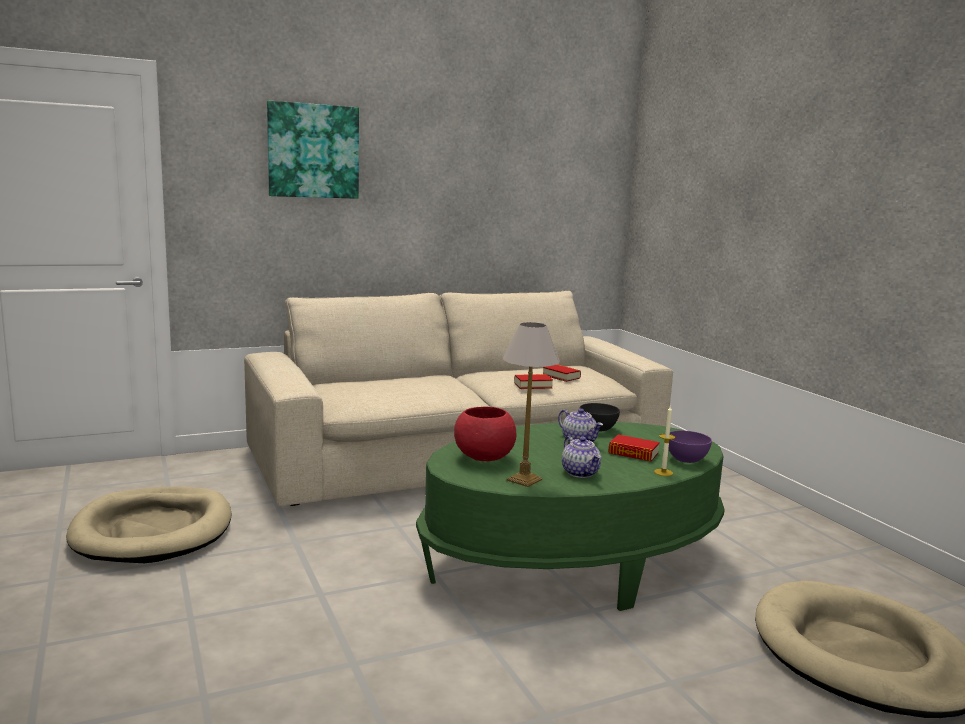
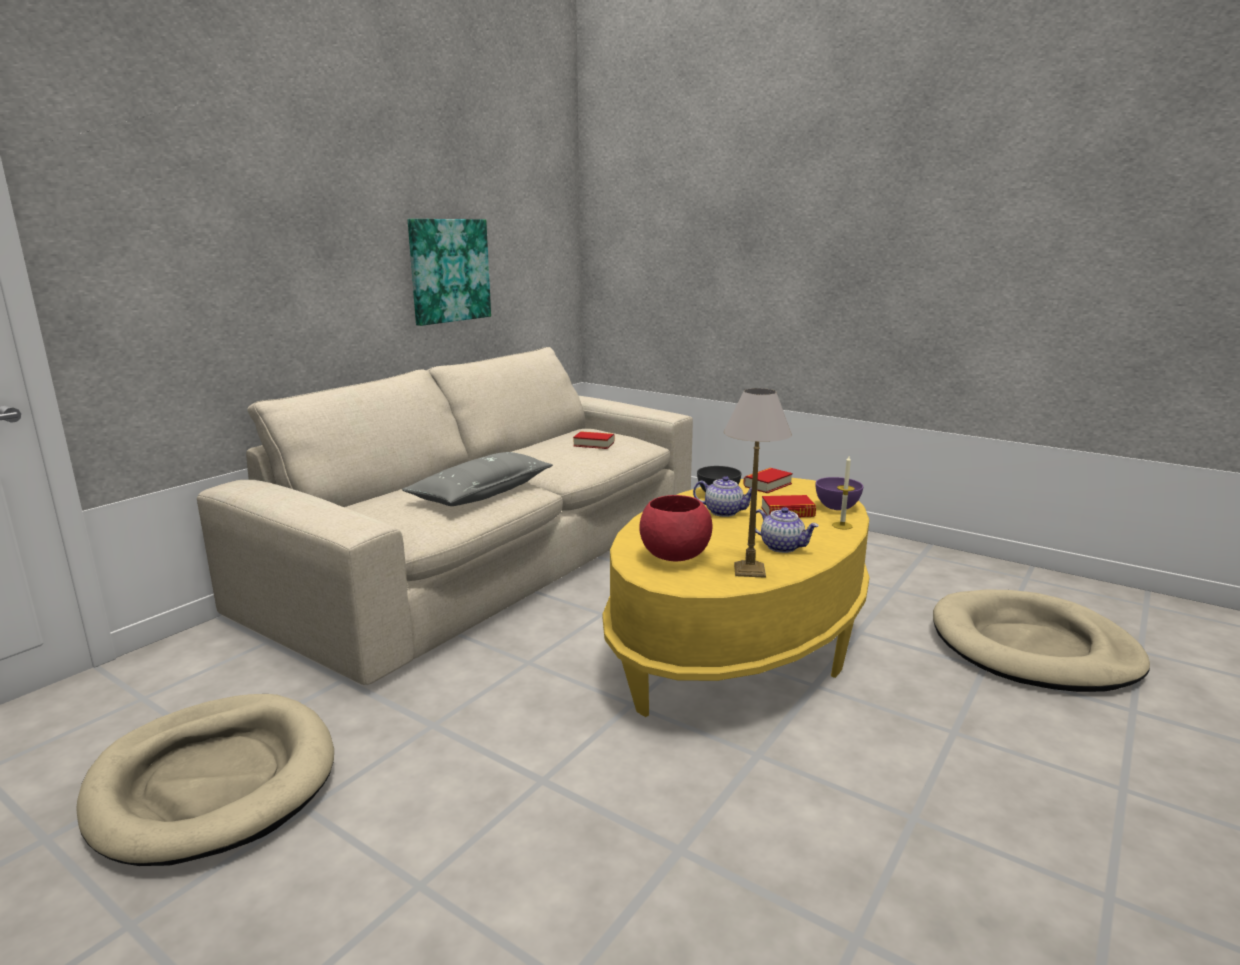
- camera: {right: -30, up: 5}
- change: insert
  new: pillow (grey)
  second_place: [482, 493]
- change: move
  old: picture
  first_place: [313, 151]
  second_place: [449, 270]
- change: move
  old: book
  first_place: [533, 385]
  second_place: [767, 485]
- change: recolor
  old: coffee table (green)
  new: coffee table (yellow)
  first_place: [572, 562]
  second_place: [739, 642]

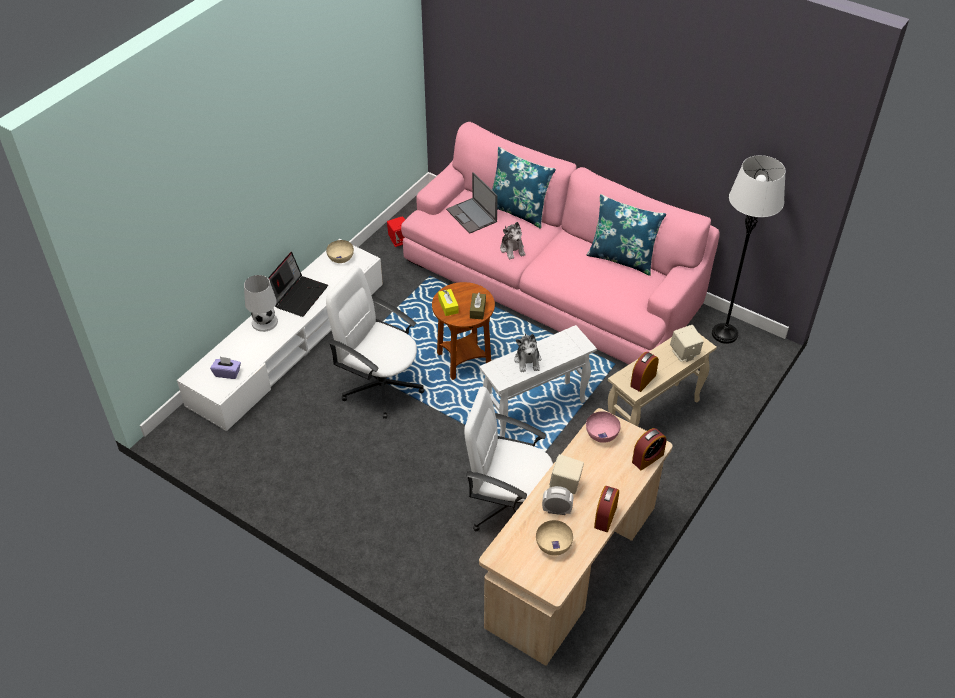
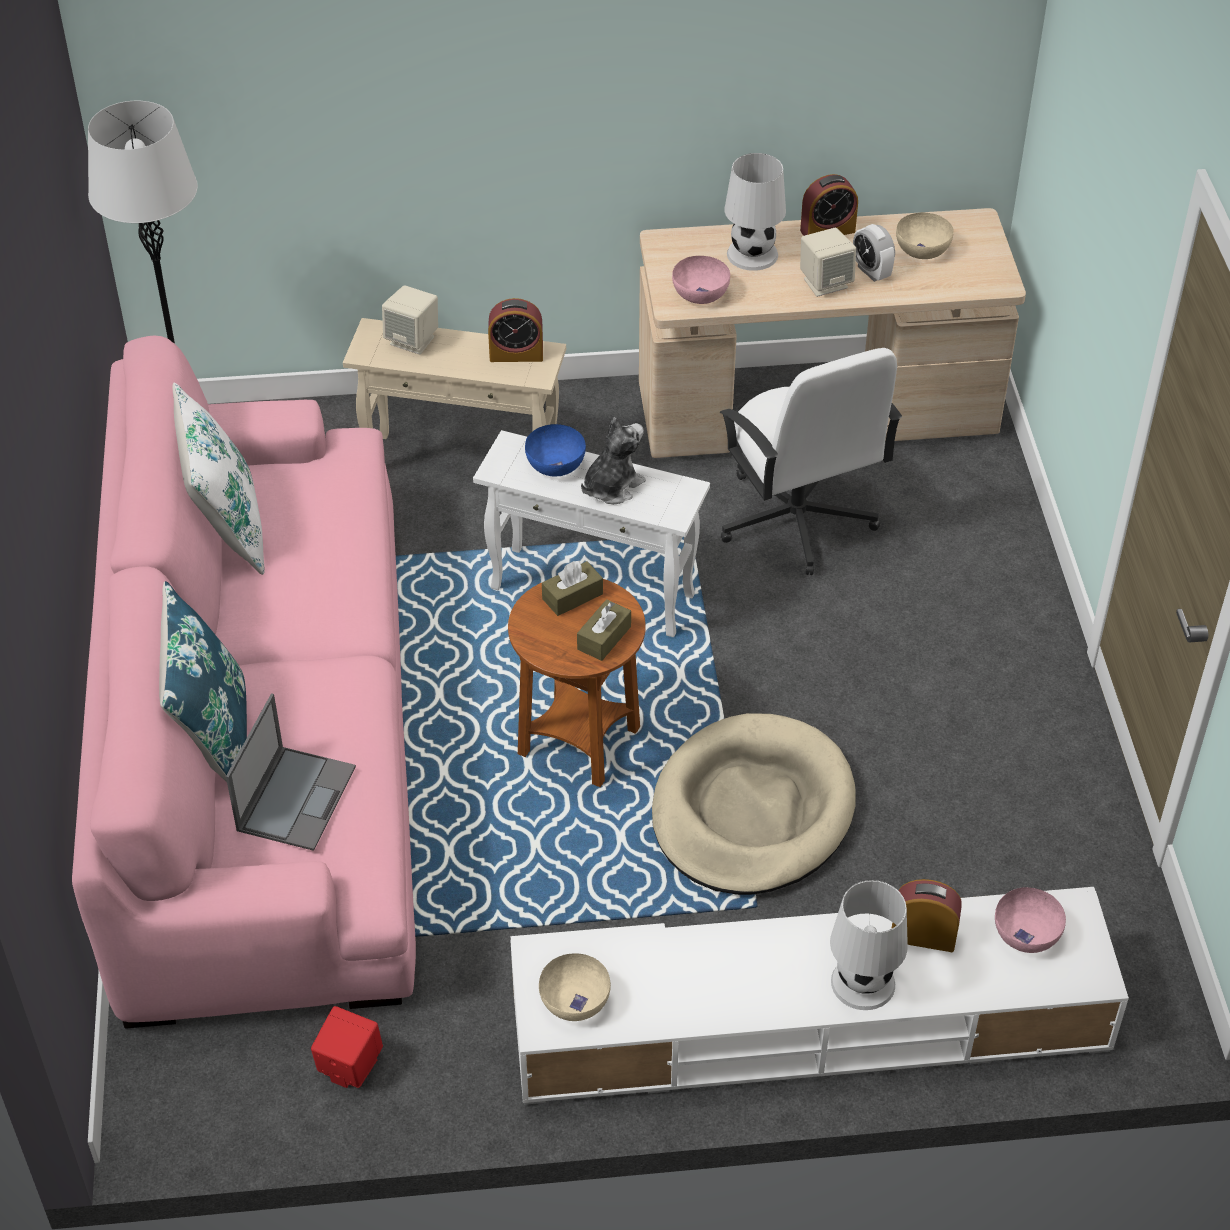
- camera: {right: -130, up: 0}
- change: delete
  old: laptop
  first_place: [298, 295]
- change: delete
  old: plush toy
  first_place: [512, 249]
- change: insert
  new: bowl (blue)
  second_place: [556, 464]
- change: insert
  new: table lamp (white)
  second_place: [753, 254]
- change: move
  old: alarm clock
  first_place: [647, 458]
  second_place: [923, 935]
- change: replace
  old: tissue box (purple)
  new: bowl (pink)
  first_place: [227, 373]
  second_place: [1027, 934]
- change: replace
  old: office chair (white)
  new: dog bed (beige)
  first_place: [381, 385]
  second_place: [752, 811]
- change: recolor
  old: tissue box (yellow)
  new: tissue box (brown)
  first_place: [448, 306]
  second_place: [604, 638]
- change: recolor
  old: pillow (blue)
  new: pillow (white)
  first_place: [622, 258]
  second_place: [227, 528]

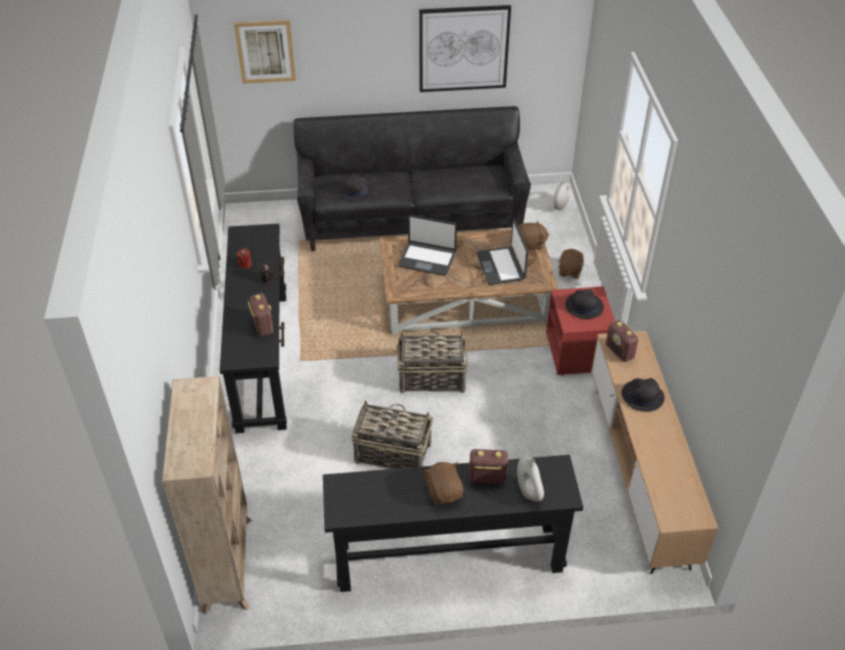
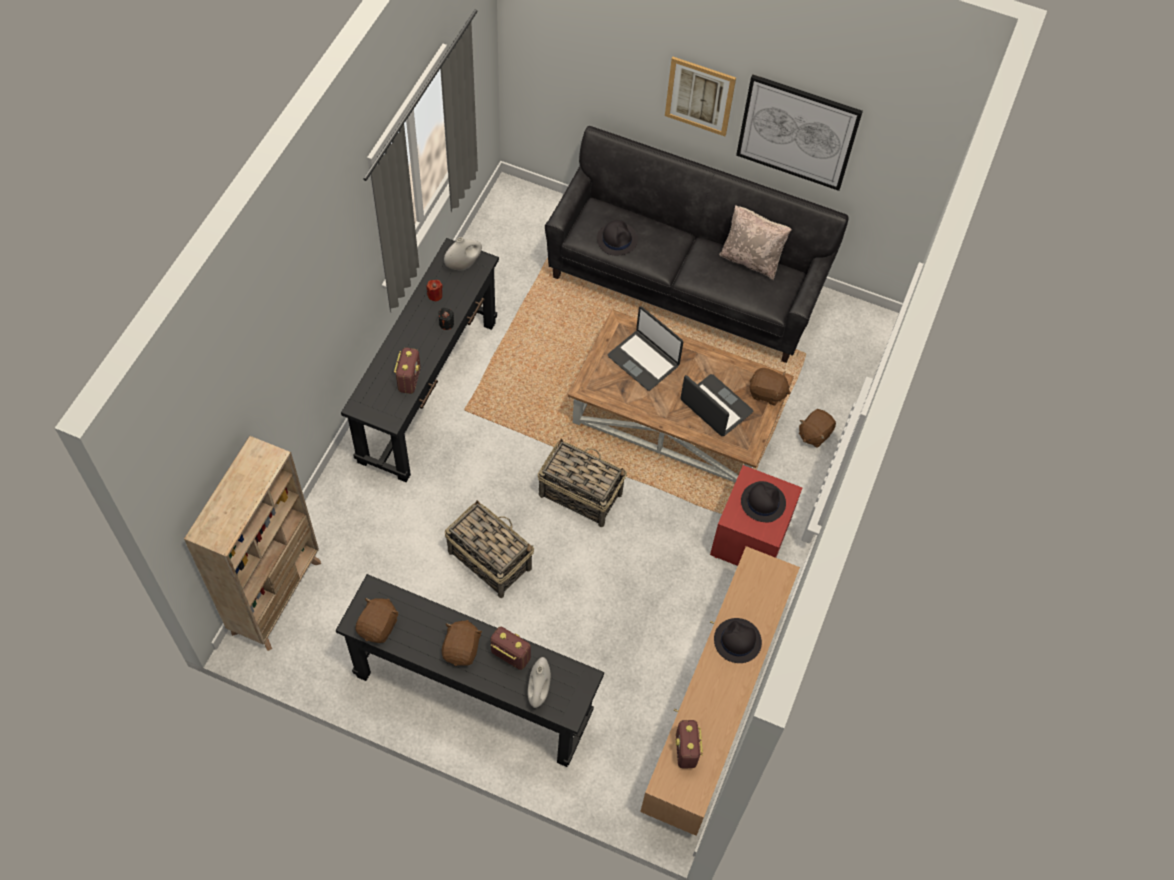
- camera: {right: 25, up: 15}
- change: insert
  new: plush toy (brown)
  second_place: [378, 626]
- change: insert
  new: pillow (beige)
  second_place: [751, 259]
- change: move
  old: picture
  first_place: [265, 51]
  second_place: [699, 96]
- change: move
  old: vase (white)
  first_place: [560, 206]
  second_place: [463, 264]
- change: move
  old: radio
  first_place: [620, 352]
  second_place: [686, 751]
- change: rotate
  old: laptop
  first_place: [501, 266]
  second_place: [715, 407]
  degrees: 120

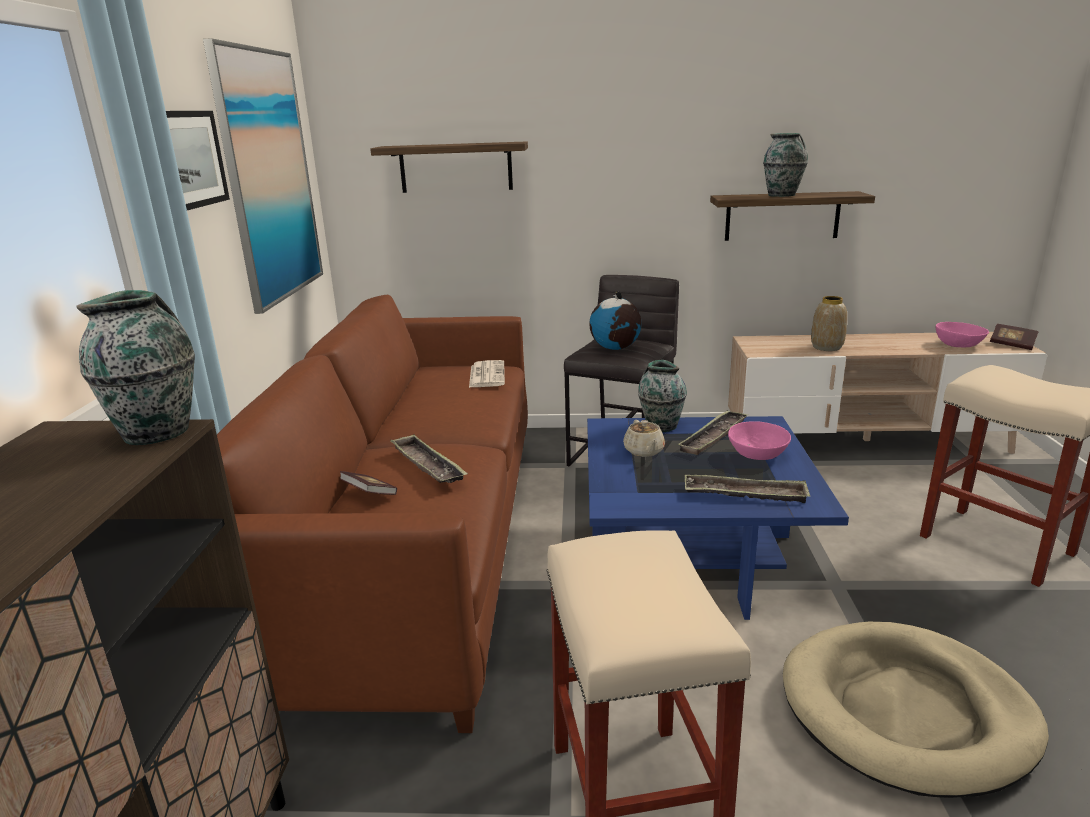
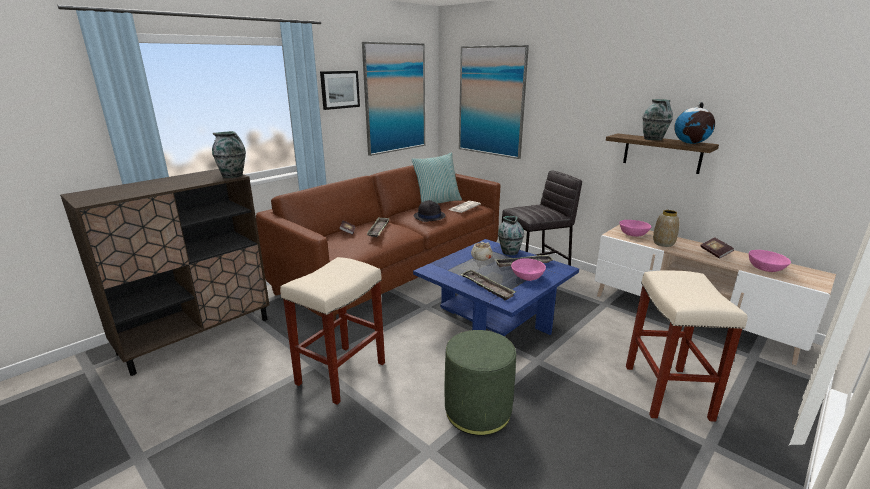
- camera: {right: 40, up: 0}
- change: insert
  new: pillow
  second_place: [437, 202]
- change: insert
  new: hat (black)
  second_place: [429, 216]
- change: insert
  new: bowl (pink)
  second_place: [633, 234]
- change: move
  old: globe
  first_place: [615, 348]
  second_place: [690, 143]
- change: move
  old: book
  first_place: [1012, 345]
  second_place: [715, 253]
- change: replace
  old: shelf
  new: picture
  first_place: [456, 167]
  second_place: [491, 101]
- change: replace
  old: dog bed (beige)
  new: ottoman (green)
  first_place: [906, 711]
  second_place: [478, 411]

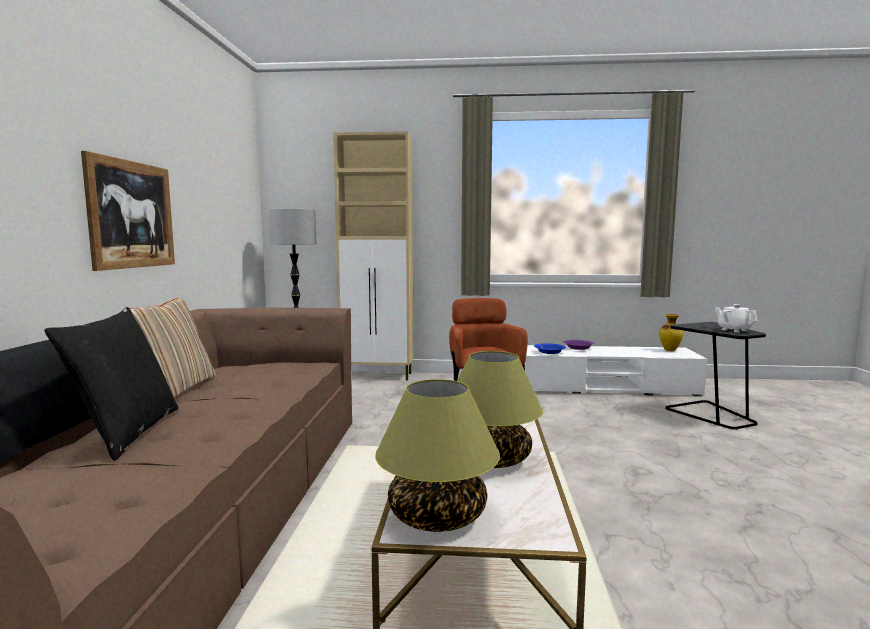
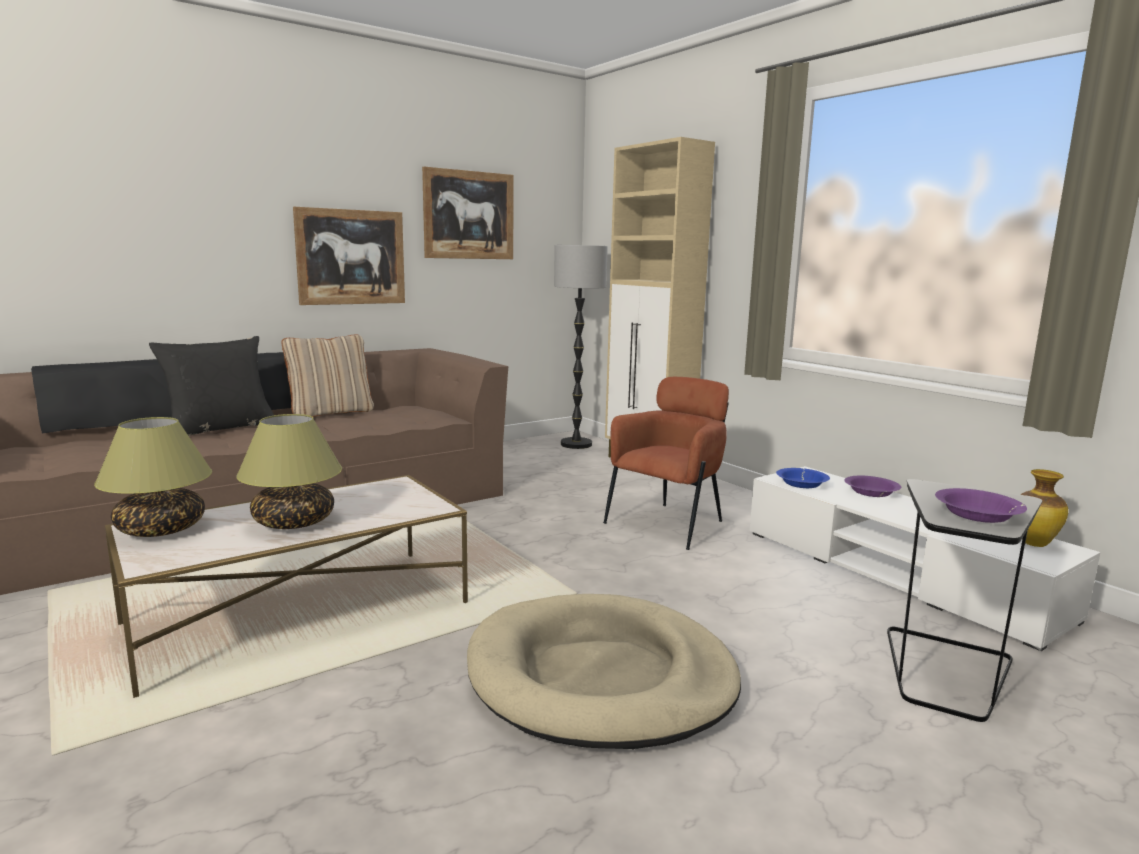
- camera: {right: 50, up: 5}
- change: insert
  new: picture
  second_place: [469, 215]
- change: insert
  new: dog bed (beige)
  second_place: [601, 677]
- change: replace
  old: teapot (white)
  new: bowl (purple)
  first_place: [734, 330]
  second_place: [977, 515]

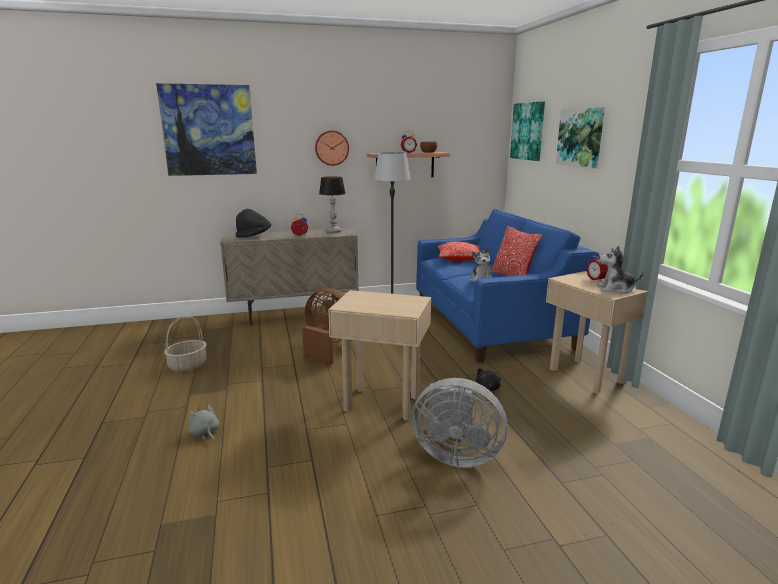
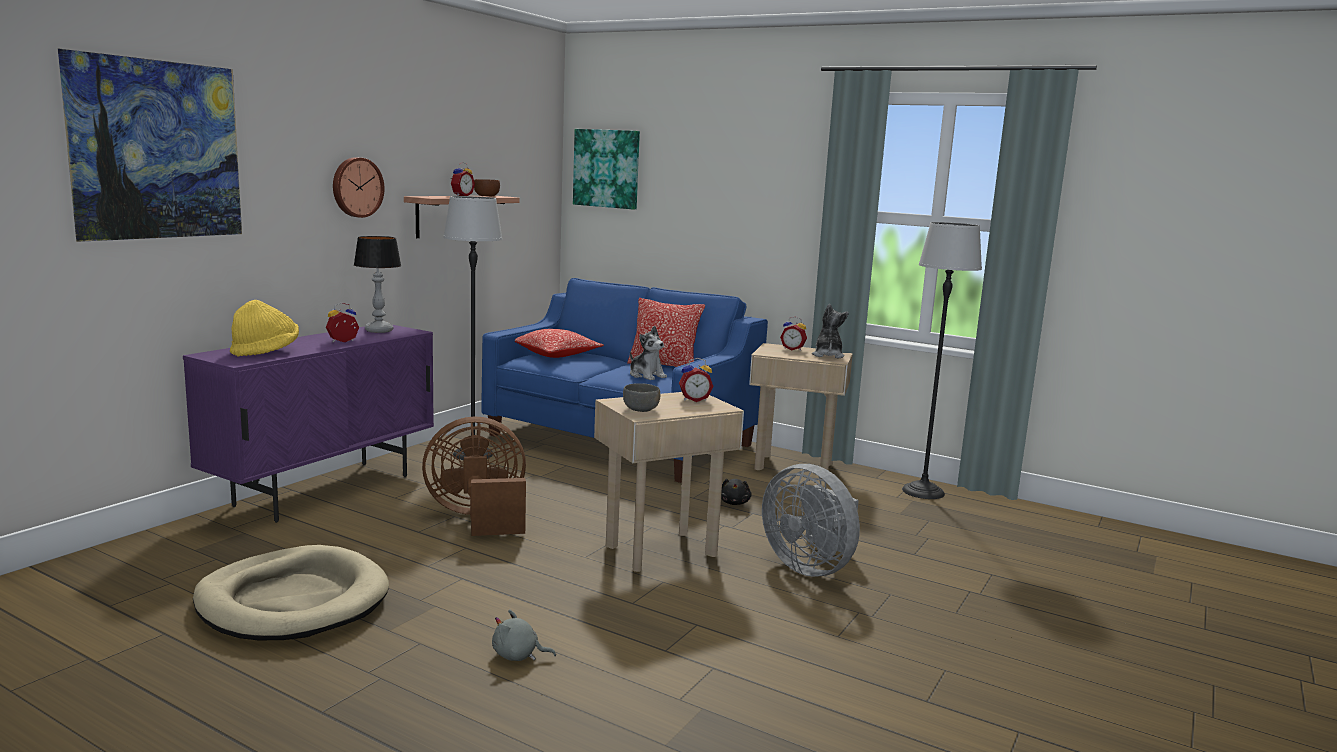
- camera: {right: -45, up: -5}
- change: delete
  old: picture
  first_place: [580, 137]
- change: insert
  new: bowl (grey)
  second_place: [641, 409]
- change: insert
  new: alarm clock
  second_place: [694, 399]
- change: insert
  new: floor lamp
  second_place: [923, 491]
- change: replace
  old: basket
  new: dog bed (beige)
  first_place: [188, 365]
  second_place: [293, 601]
- change: recolor
  old: cabinet (beige)
  new: cabinet (purple)
  first_place: [294, 315]
  second_place: [324, 490]
- change: recolor
  old: hat (black)
  new: hat (yellow)
  first_place: [254, 236]
  second_place: [265, 351]
- change: rotate
  old: fan (grey)
  first_place: [455, 455]
  second_place: [810, 567]
  degrees: 75
- change: rotate
  old: plush toy
  first_place: [616, 289]
  second_place: [827, 355]
  degrees: 135

